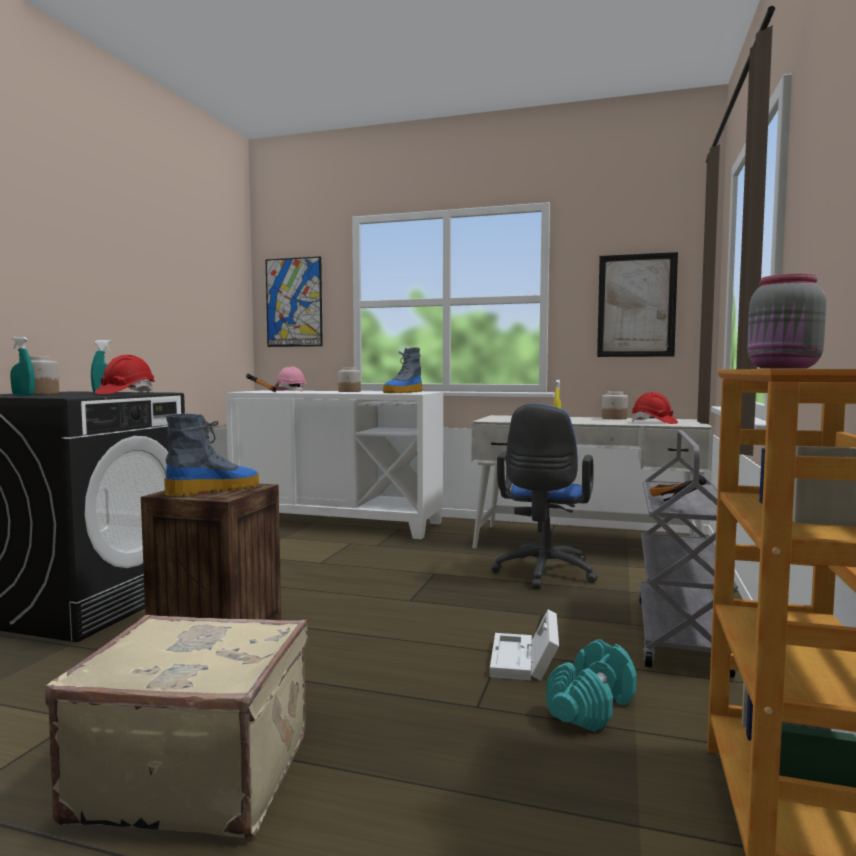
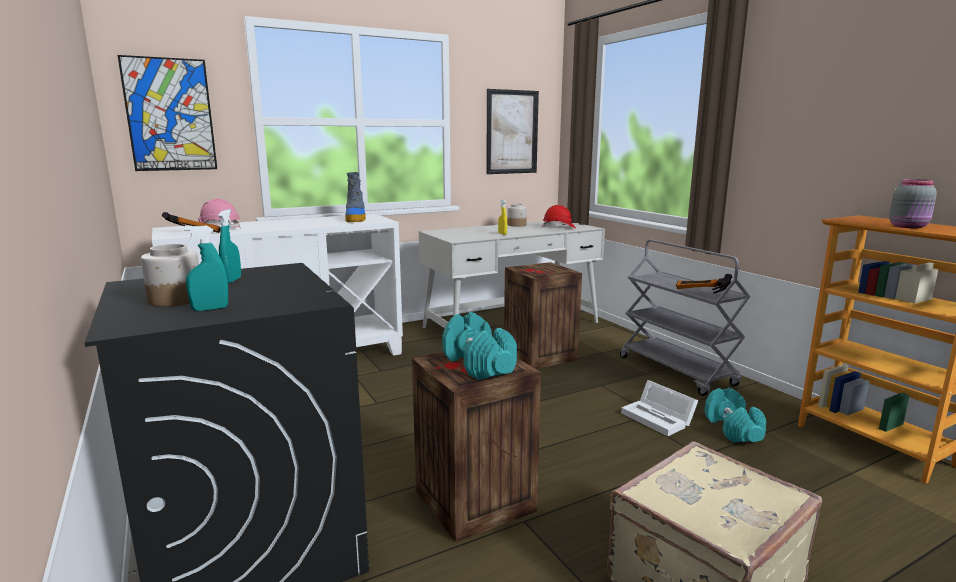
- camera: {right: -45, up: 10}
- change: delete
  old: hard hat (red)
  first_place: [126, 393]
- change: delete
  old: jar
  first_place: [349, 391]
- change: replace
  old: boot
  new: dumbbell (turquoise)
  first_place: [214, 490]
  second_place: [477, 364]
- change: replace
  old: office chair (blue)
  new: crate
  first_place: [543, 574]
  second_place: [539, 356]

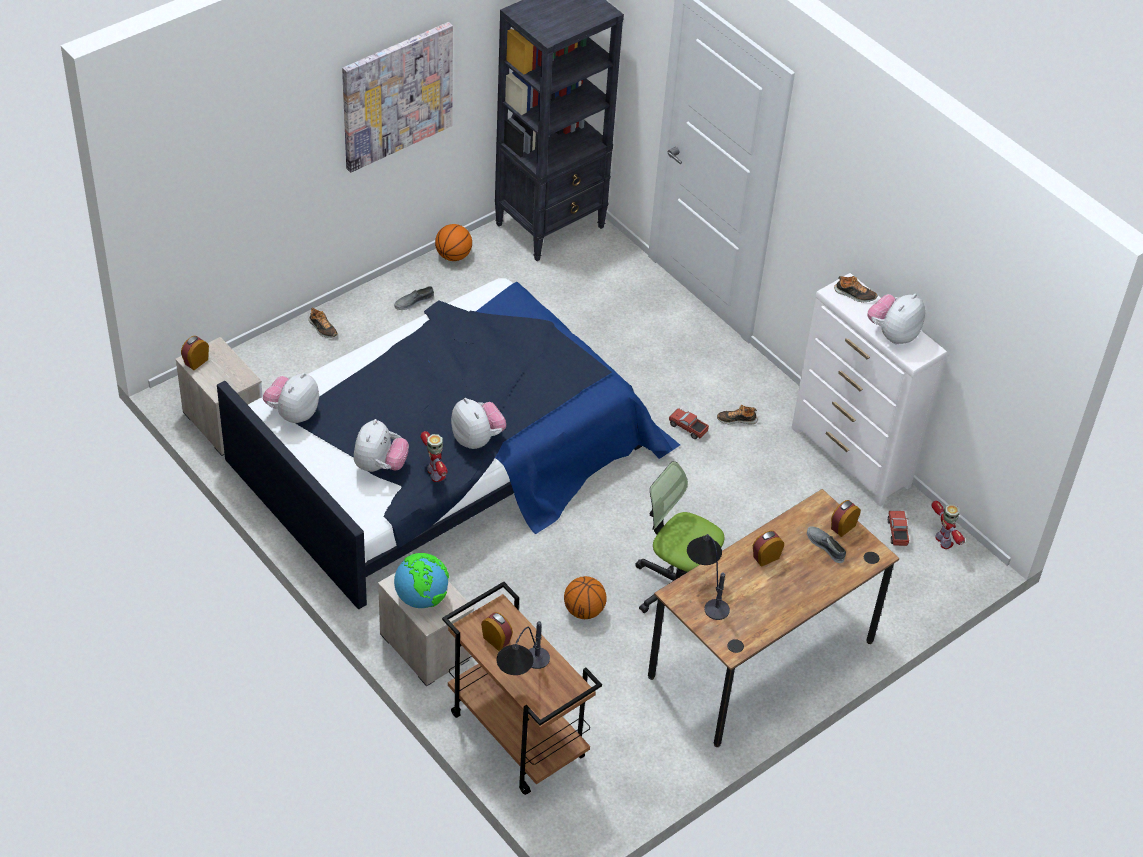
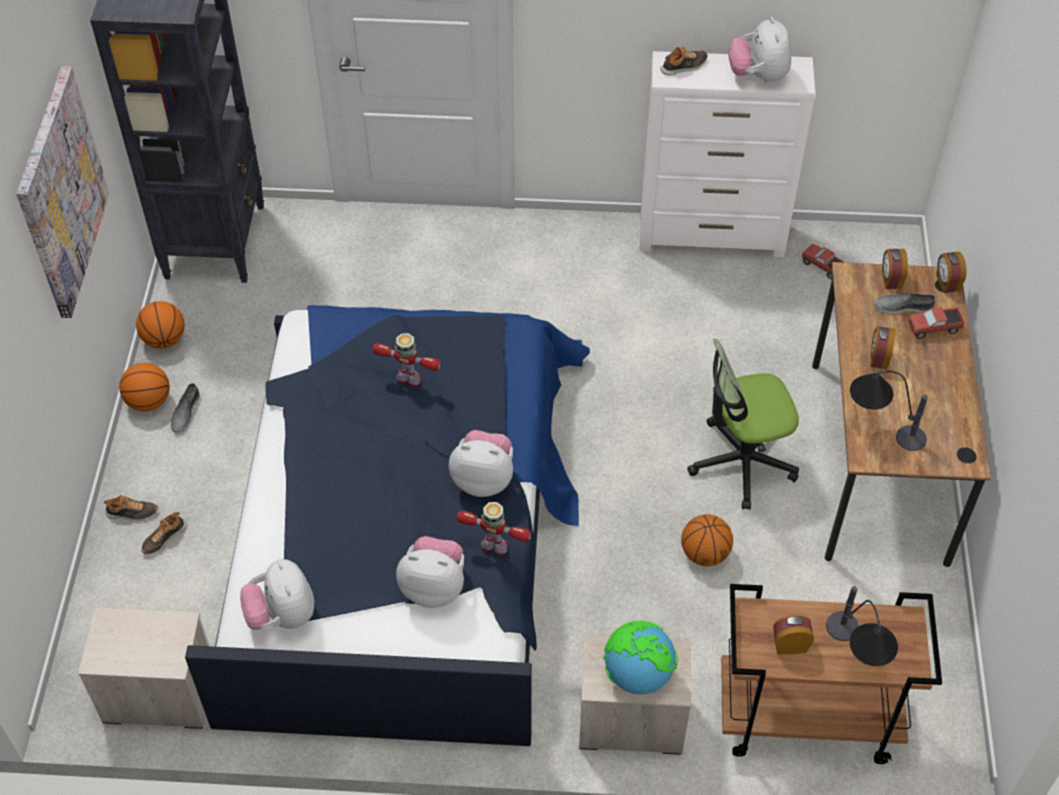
- camera: {right: -45, up: 5}
- change: insert
  new: basketball
  second_place: [149, 401]
- change: move
  old: alarm clock
  first_place: [196, 361]
  second_place: [946, 283]
- change: move
  old: toy truck
  first_place: [688, 428]
  second_place: [934, 328]
- change: move
  old: shoe
  first_place: [736, 419]
  second_place: [164, 538]
- change: move
  old: toy robot
  first_place: [943, 541]
  second_place: [409, 379]
- change: rotate
  old: plush toy
  first_place: [380, 465]
  second_place: [434, 587]
  degrees: -45

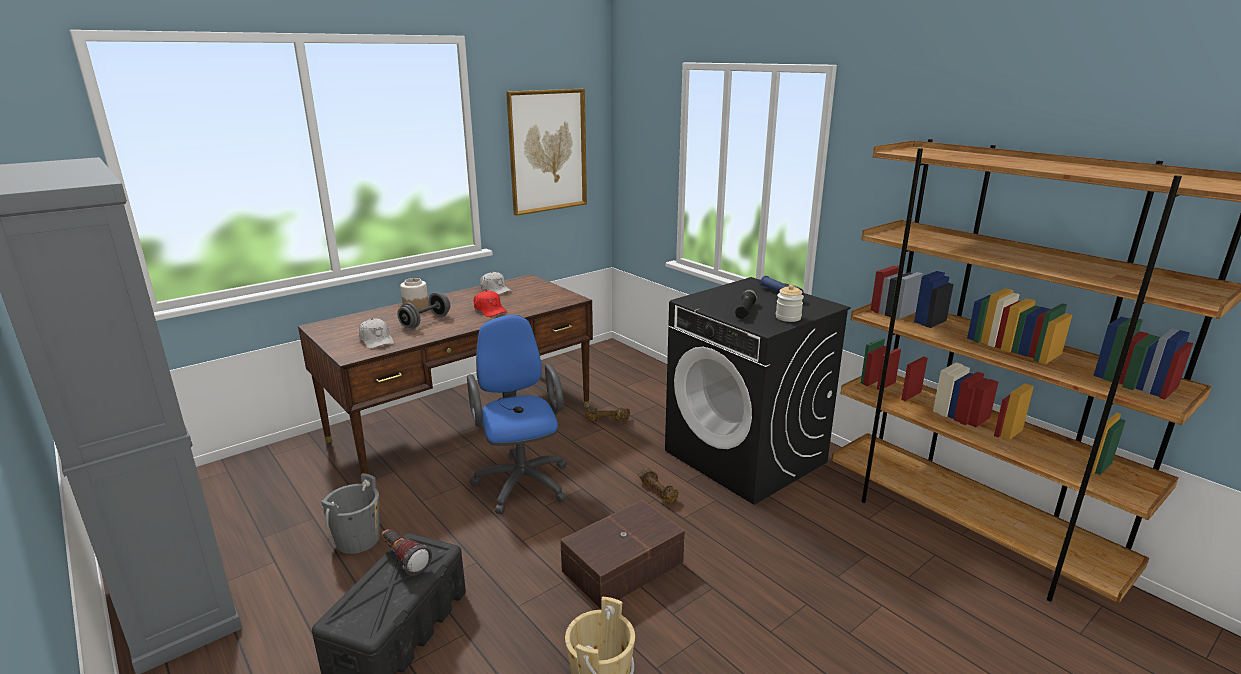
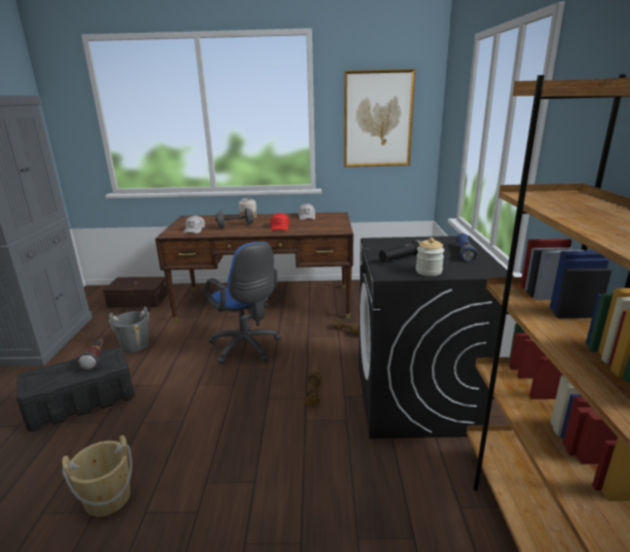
- camera: {right: 40, up: 0}
- change: move
  old: storage box (brown)
  first_place: [621, 566]
  second_place: [138, 300]
- change: rotate
  old: office chair (blue)
  first_place: [521, 480]
  second_place: [247, 348]
  degrees: 120

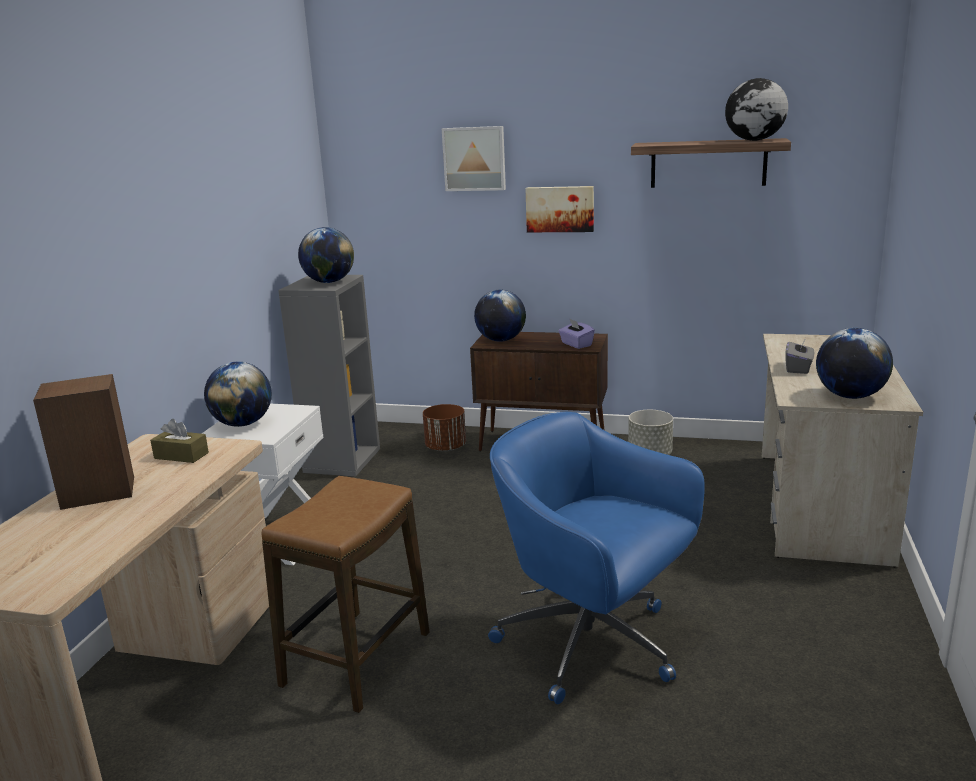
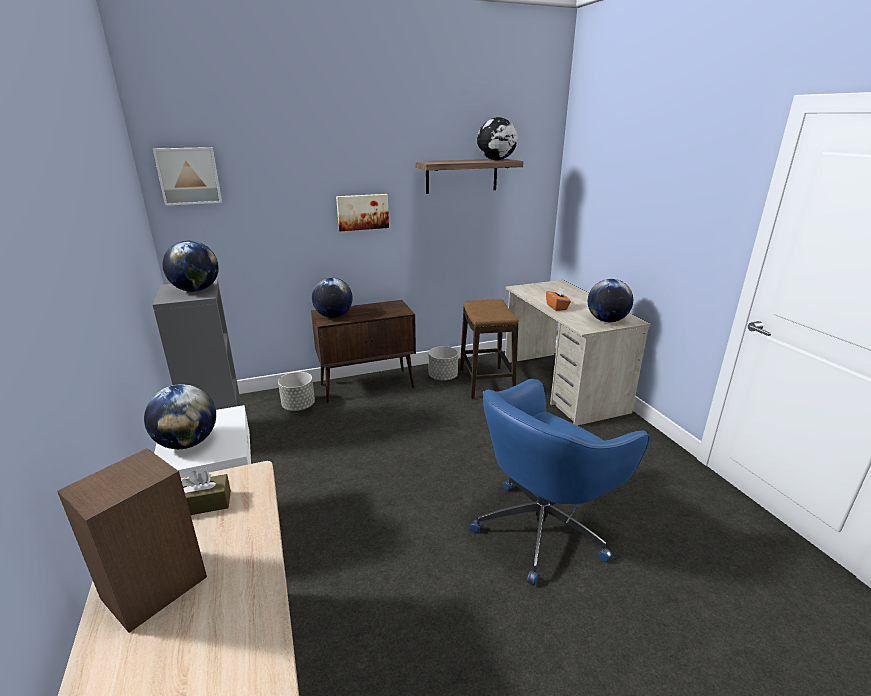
- camera: {right: -35, up: 5}
- change: delete
  old: tissue box (purple)
  first_place: [576, 344]
- change: move
  old: stool
  first_place: [356, 660]
  second_place: [486, 382]
- change: move
  old: picture
  first_place: [474, 158]
  second_place: [189, 176]
- change: recolor
  old: planter (brown)
  new: planter (grey)
  first_place: [446, 448]
  second_place: [299, 406]
- change: recolor
  old: tissue box (grey)
  new: tissue box (orange)
  first_place: [798, 368]
  second_place: [557, 307]
- change: rotate
  old: office chair (blue)
  first_place: [592, 645]
  second_place: [543, 527]
  degrees: -45

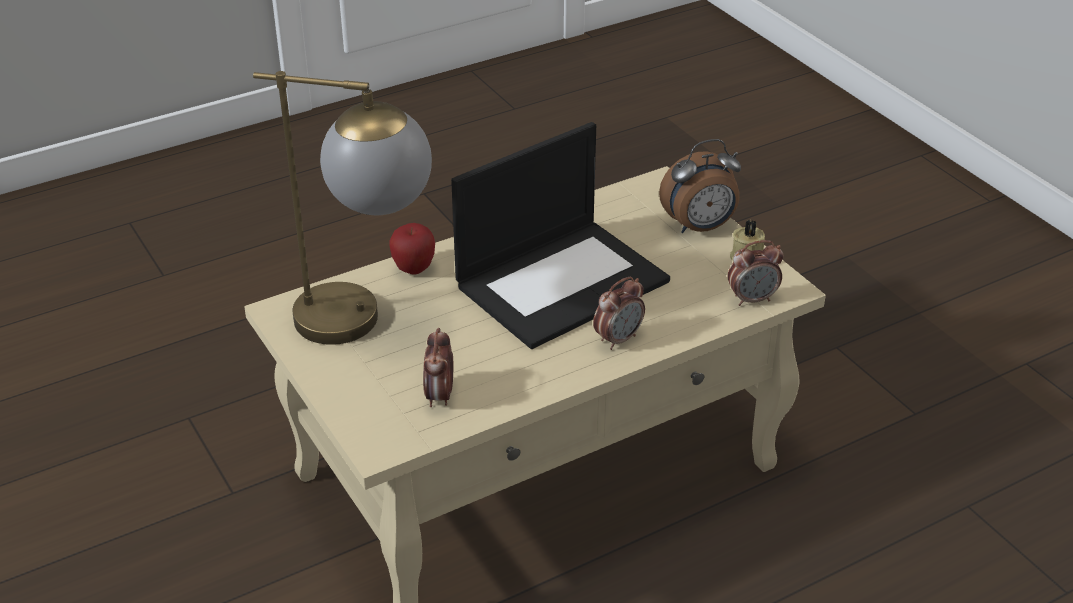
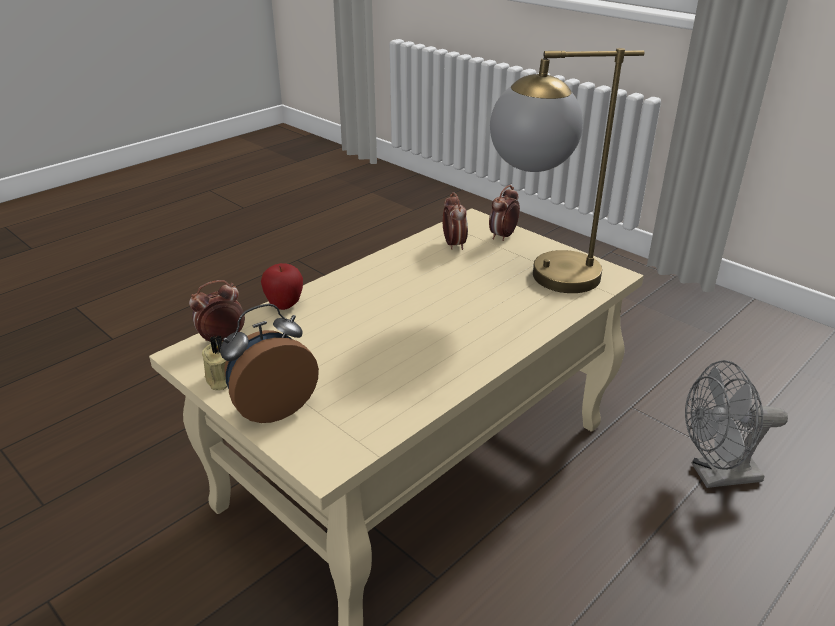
- camera: {right: 165, up: -5}
- change: delete
  old: laptop
  first_place: [562, 282]
- change: insert
  new: fan (grey)
  second_place: [716, 475]
- change: move
  old: apple
  first_place: [414, 269]
  second_place: [284, 305]
- change: move
  old: alarm clock
  first_place: [618, 339]
  second_place: [503, 236]

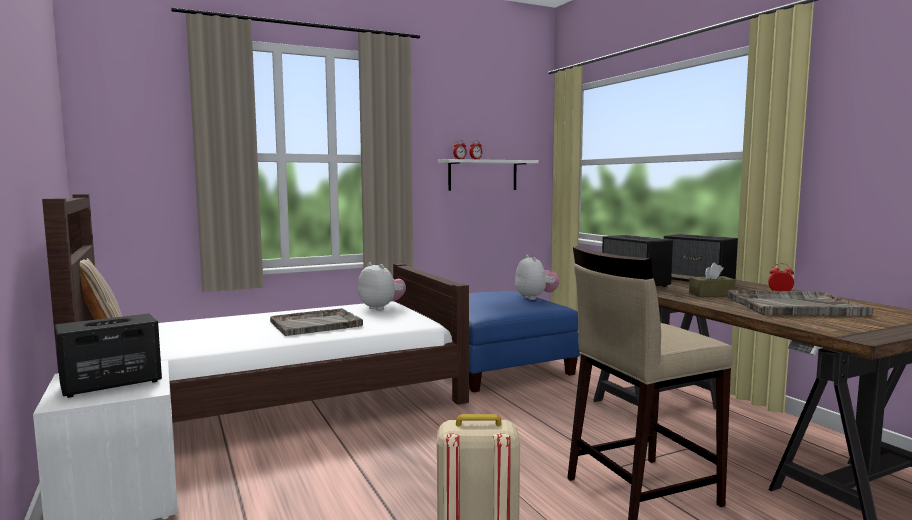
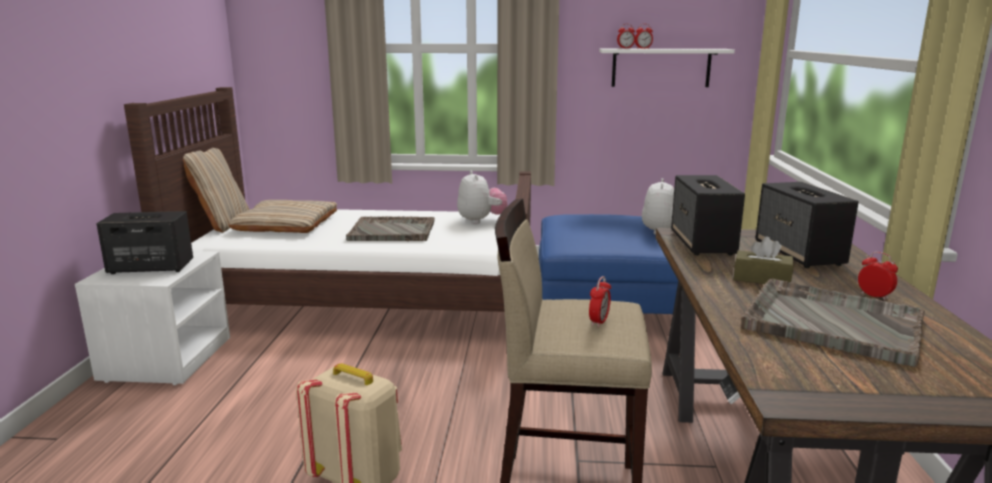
- camera: {right: 30, up: 10}
- change: insert
  new: pillow (beige)
  second_place: [286, 224]
- change: insert
  new: alarm clock
  second_place: [599, 322]

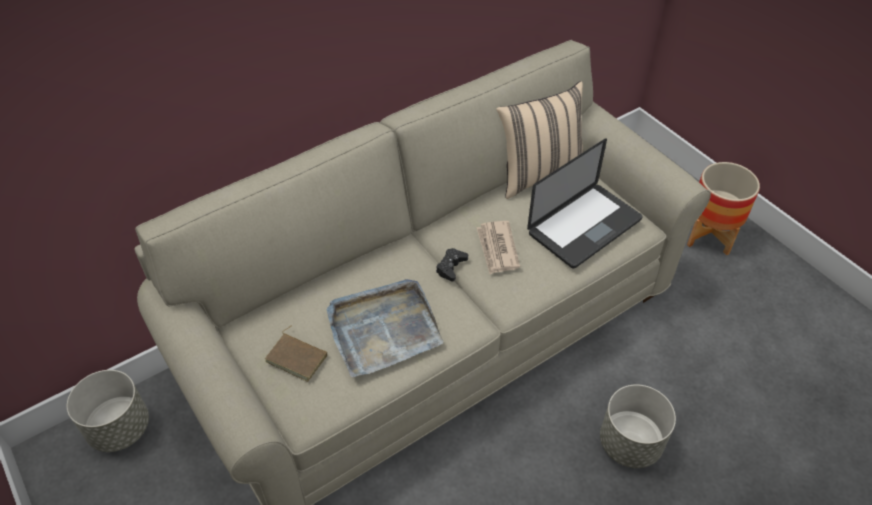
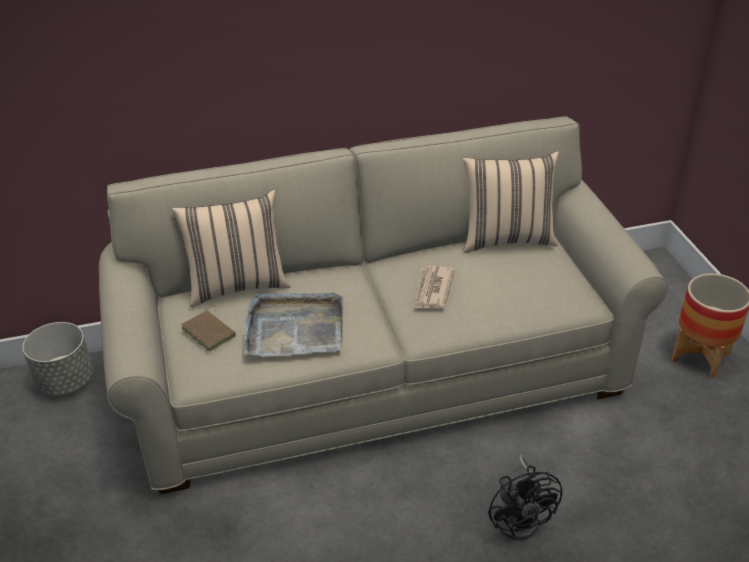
- camera: {right: 20, up: -10}
- change: delete
  old: game controller (black)
  first_place: [451, 267]
- change: delete
  old: laptop
  first_place: [584, 226]
- change: insert
  new: pillow (beige)
  second_place: [237, 285]
- change: replace
  old: planter (grey)
  new: fan (black)
  first_place: [630, 443]
  second_place: [521, 517]

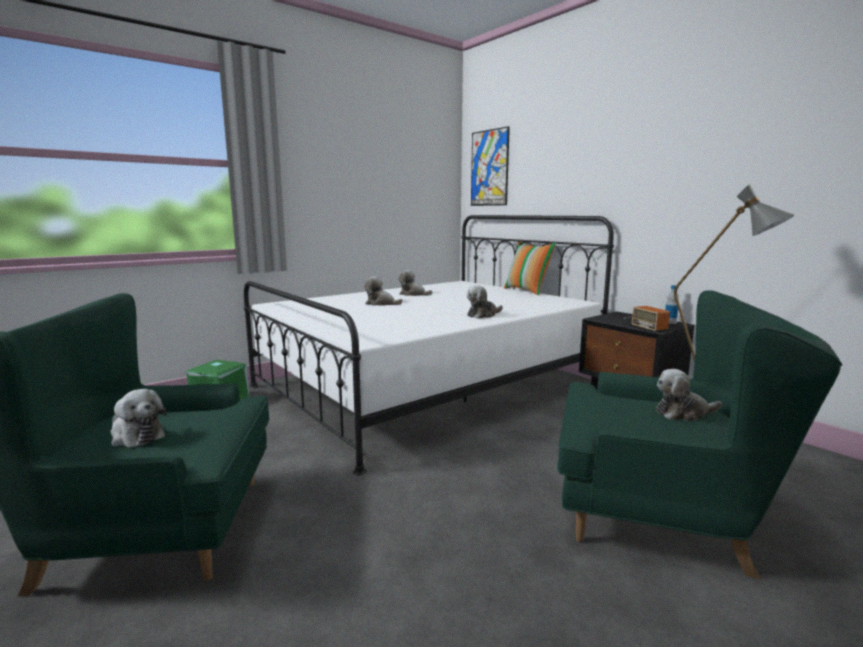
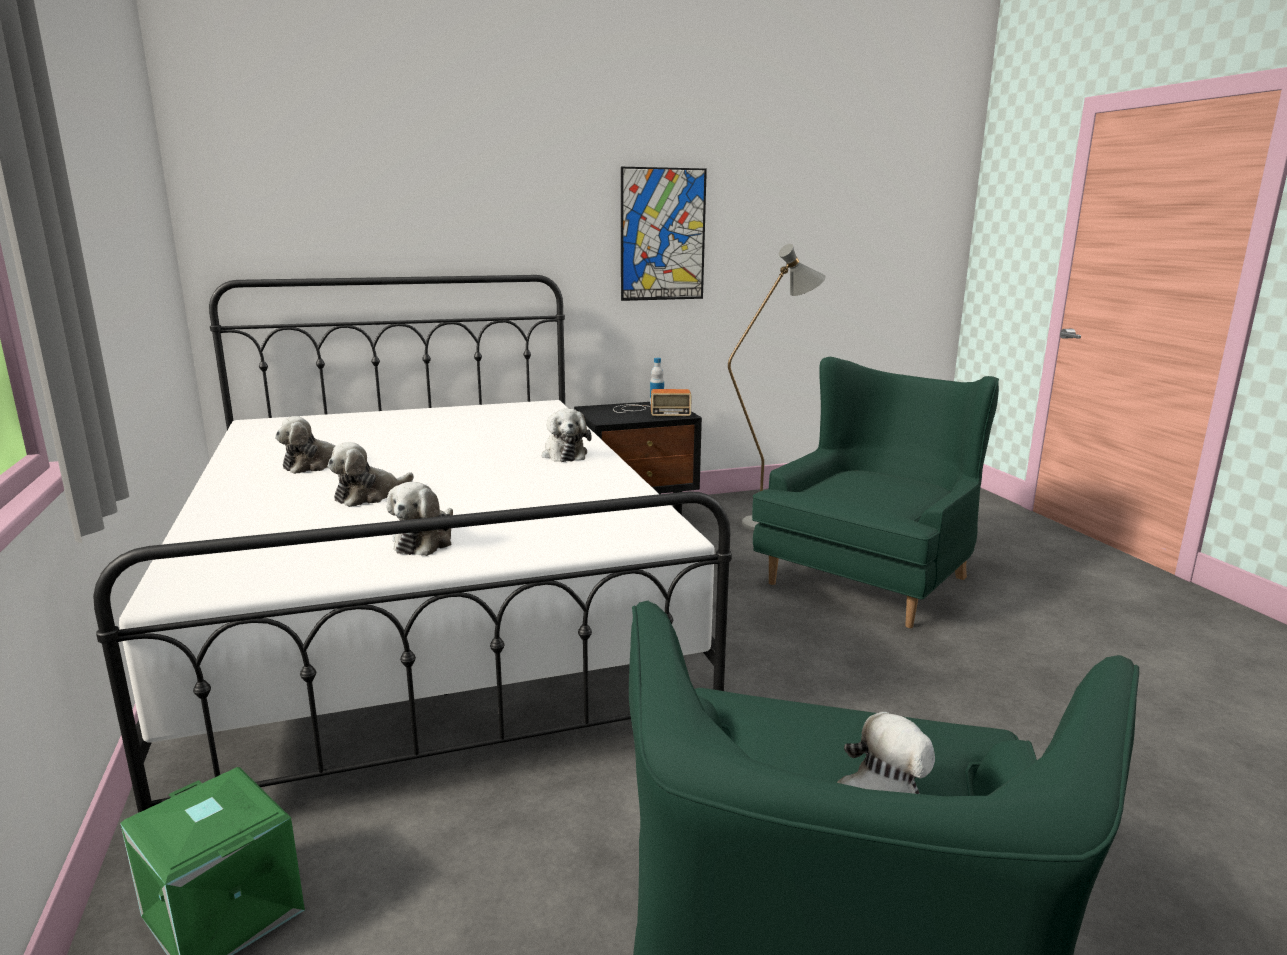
- camera: {right: -70, up: 5}
- change: delete
  old: pillow
  first_place: [527, 291]
- change: move
  old: picture
  first_place: [489, 168]
  second_place: [662, 235]
- change: move
  old: plush toy
  first_place: [683, 413]
  second_place: [425, 541]

